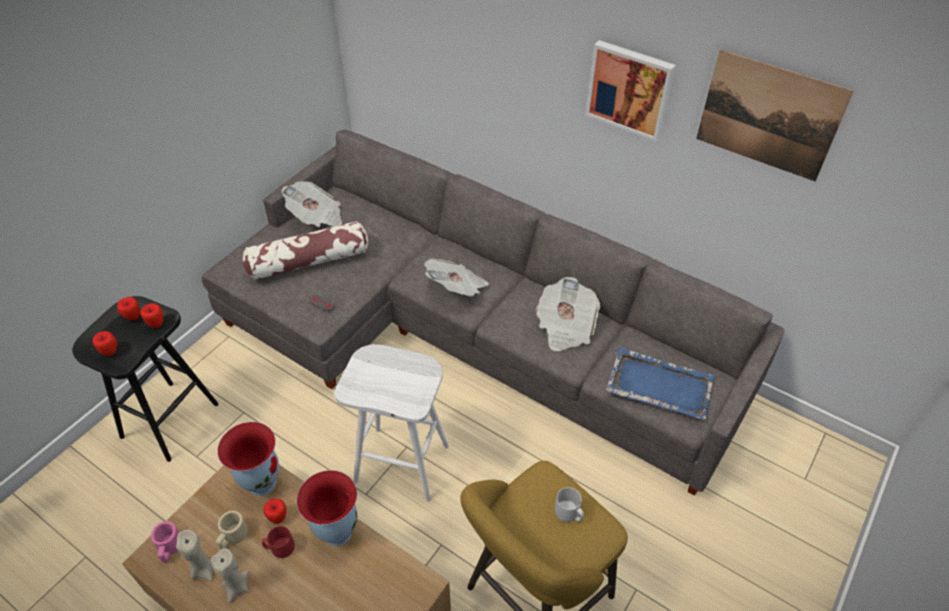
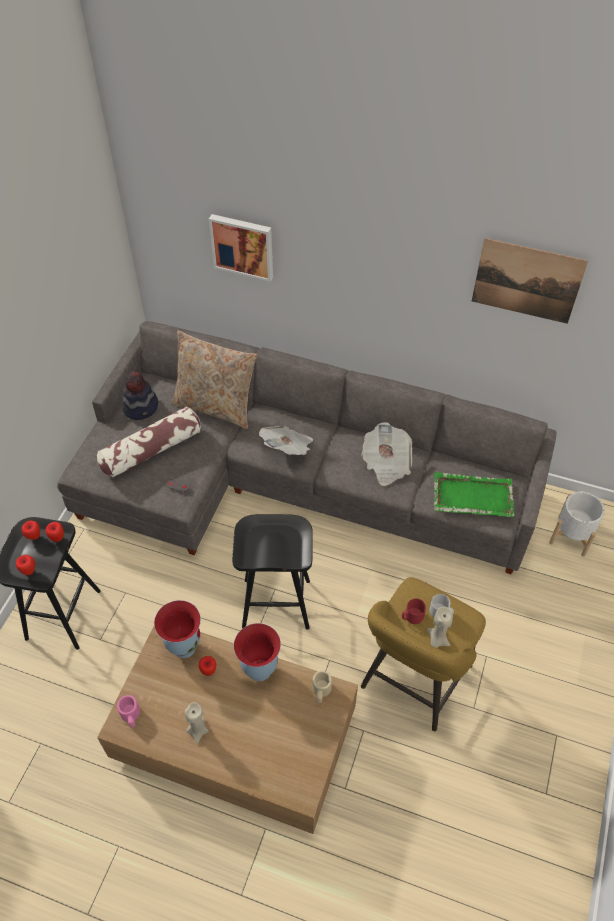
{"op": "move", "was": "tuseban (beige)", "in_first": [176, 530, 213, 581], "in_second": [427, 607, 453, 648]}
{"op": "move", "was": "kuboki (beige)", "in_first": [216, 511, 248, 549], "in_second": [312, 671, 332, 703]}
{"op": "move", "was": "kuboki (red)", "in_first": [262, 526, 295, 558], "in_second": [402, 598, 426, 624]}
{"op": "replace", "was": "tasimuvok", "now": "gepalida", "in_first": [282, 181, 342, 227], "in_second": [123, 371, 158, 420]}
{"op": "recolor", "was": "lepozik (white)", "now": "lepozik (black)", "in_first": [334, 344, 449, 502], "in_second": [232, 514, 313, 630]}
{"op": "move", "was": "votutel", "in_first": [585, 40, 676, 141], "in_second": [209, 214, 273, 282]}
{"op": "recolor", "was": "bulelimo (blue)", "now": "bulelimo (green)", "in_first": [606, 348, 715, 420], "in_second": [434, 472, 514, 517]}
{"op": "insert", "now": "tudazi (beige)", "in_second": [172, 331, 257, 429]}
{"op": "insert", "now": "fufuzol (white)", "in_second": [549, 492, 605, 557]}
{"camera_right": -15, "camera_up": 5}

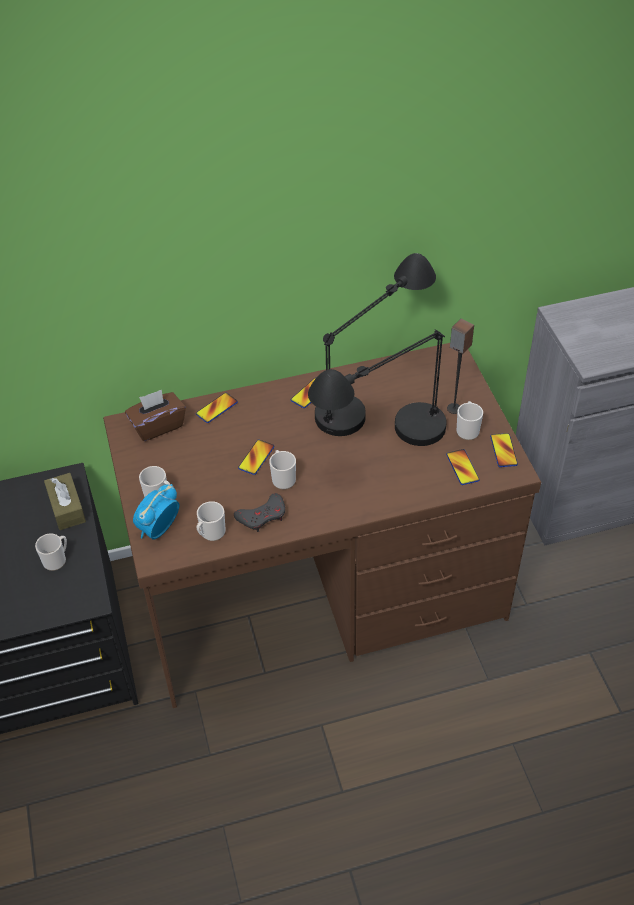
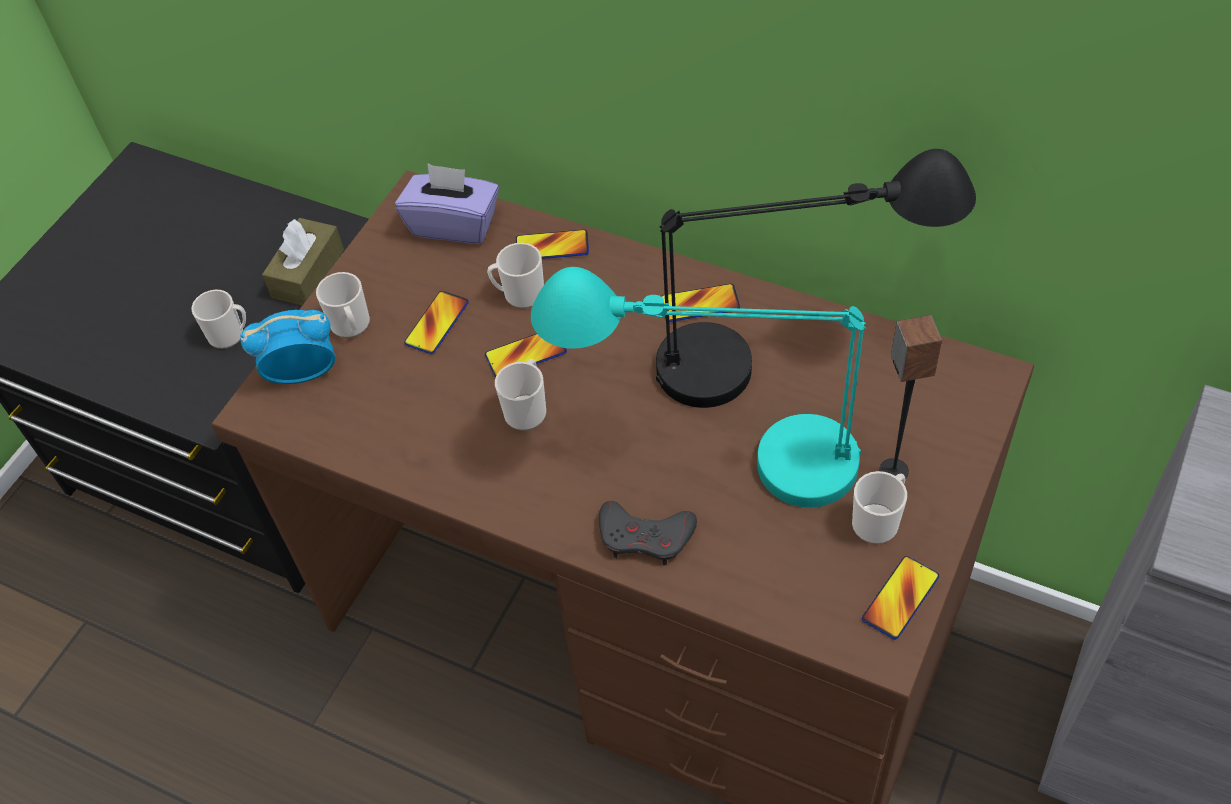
{"op": "recolor", "was": "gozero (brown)", "now": "gozero (purple)", "in_first": [125, 390, 186, 441], "in_second": [395, 163, 499, 244]}
{"op": "move", "was": "kuboki", "in_first": [196, 501, 226, 541], "in_second": [487, 243, 544, 309]}
{"op": "move", "was": "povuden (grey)", "in_first": [234, 493, 285, 532], "in_second": [599, 501, 697, 565]}
{"op": "recolor", "was": "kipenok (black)", "now": "kipenok (turquoise)", "in_first": [308, 329, 447, 446], "in_second": [531, 267, 866, 507]}
{"op": "move", "was": "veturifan", "in_first": [446, 449, 480, 485], "in_second": [404, 291, 469, 354]}
{"camera_right": 45, "camera_up": 5}

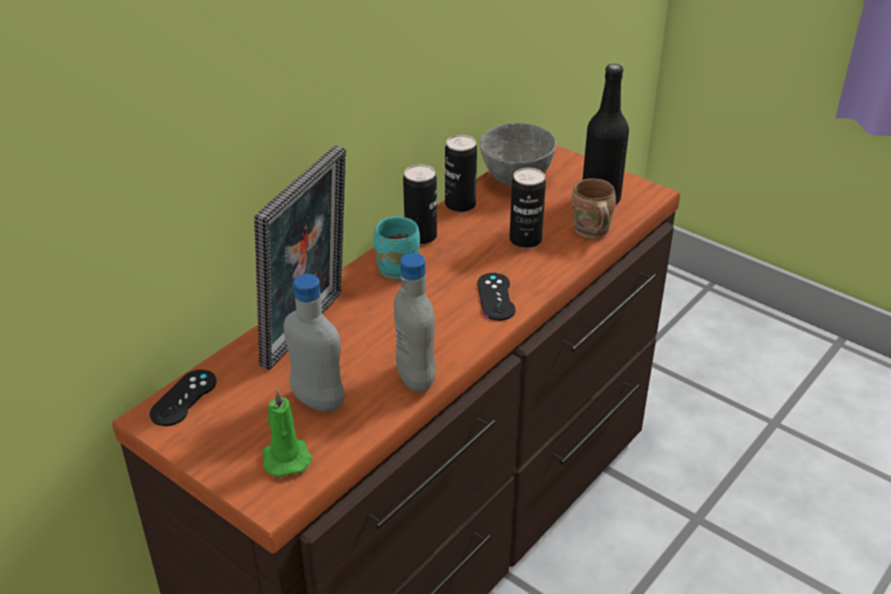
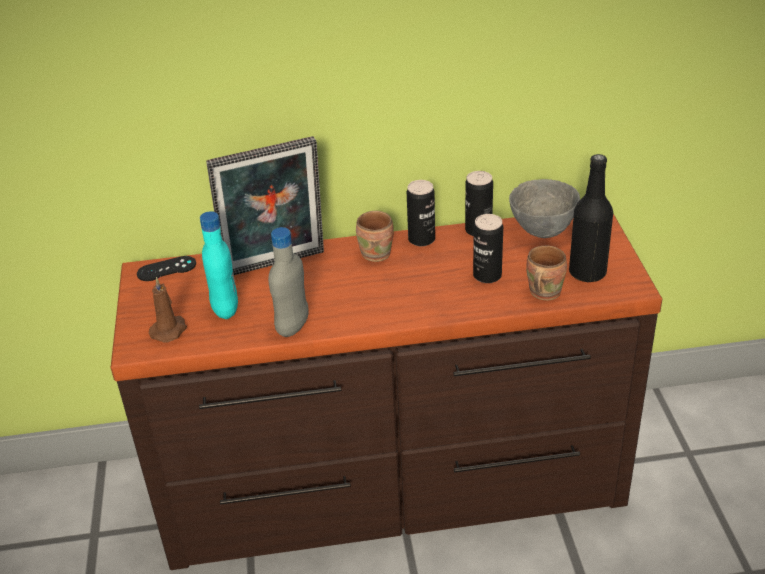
{"op": "recolor", "was": "tuseban (green)", "now": "tuseban (brown)", "in_first": [262, 389, 312, 477], "in_second": [149, 277, 187, 343]}
{"op": "recolor", "was": "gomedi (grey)", "now": "gomedi (turquoise)", "in_first": [284, 274, 344, 412], "in_second": [200, 211, 238, 319]}
{"op": "recolor", "was": "kuboki (turquoise)", "now": "kuboki (brown)", "in_first": [373, 216, 420, 279], "in_second": [356, 211, 394, 262]}
{"op": "delete", "was": "povuden (black)", "in_first": [477, 273, 516, 321]}
{"camera_right": 45, "camera_up": 0}

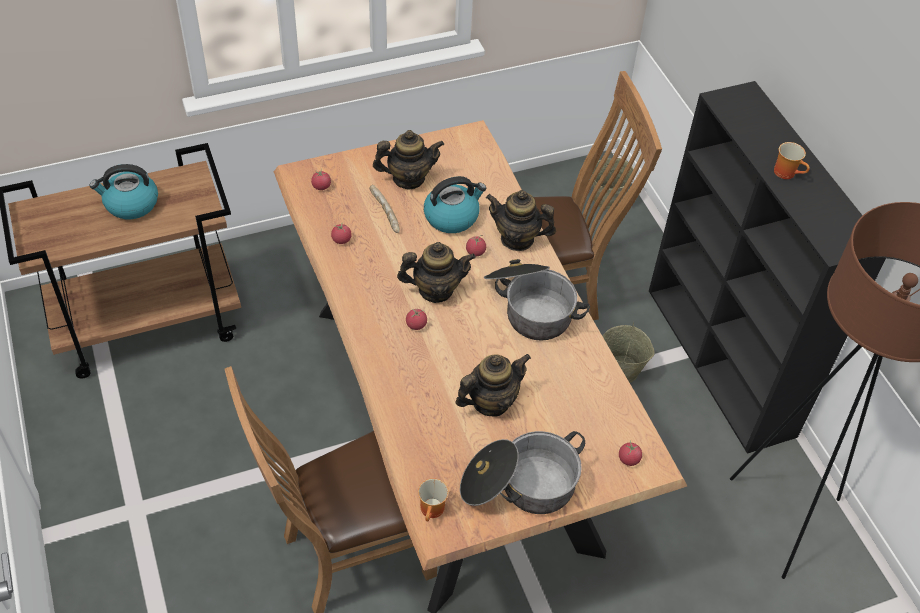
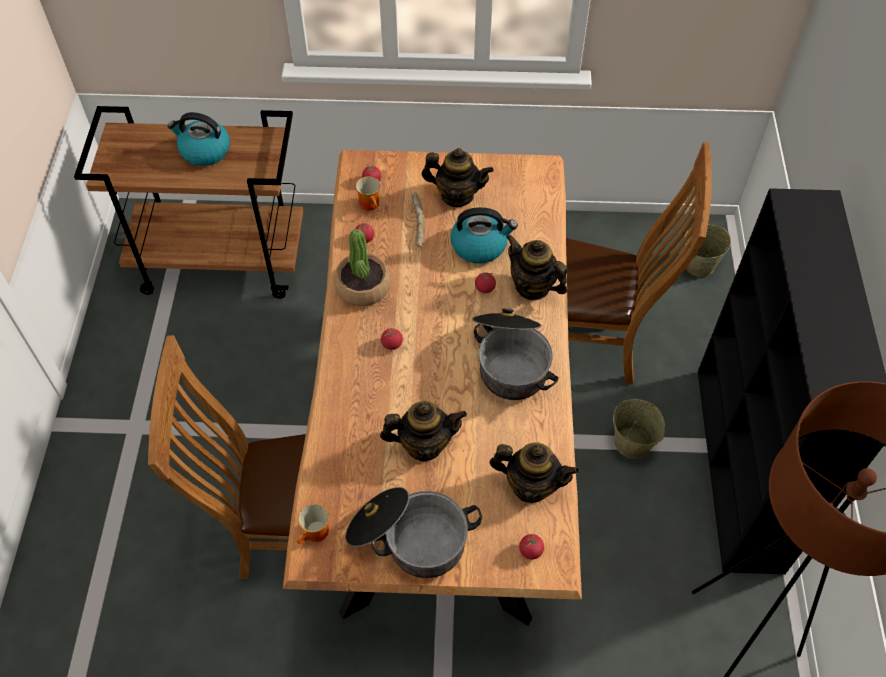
{"op": "move", "was": "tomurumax", "in_first": [397, 242, 476, 303], "in_second": [489, 442, 579, 503]}
{"op": "move", "was": "kuboki", "in_first": [774, 142, 810, 179], "in_second": [355, 176, 380, 211]}
{"op": "insert", "now": "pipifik", "in_second": [334, 229, 391, 306]}
{"camera_right": 25, "camera_up": 5}

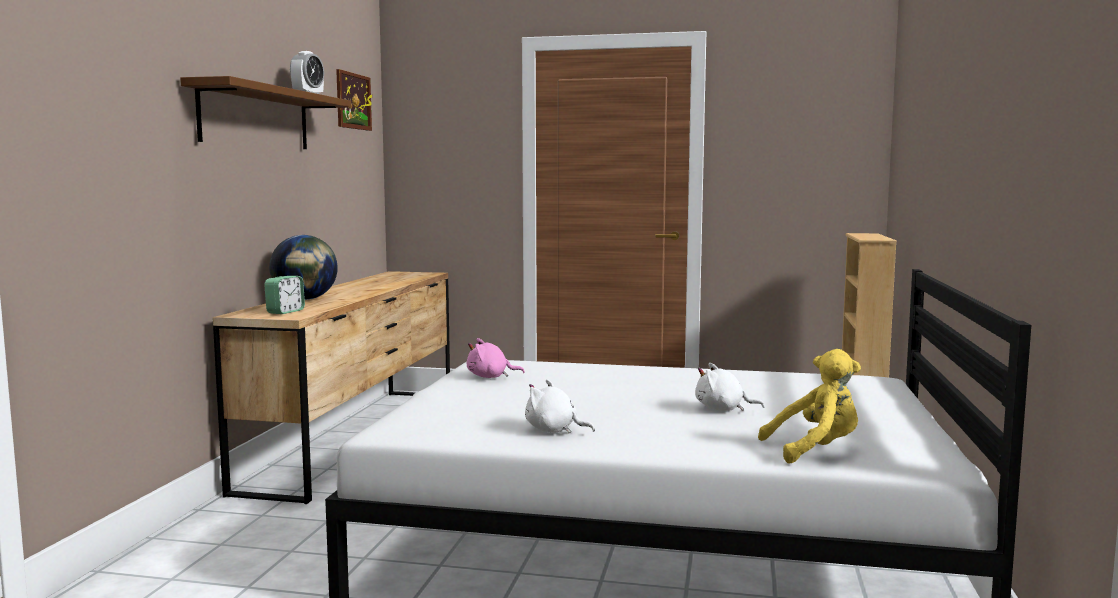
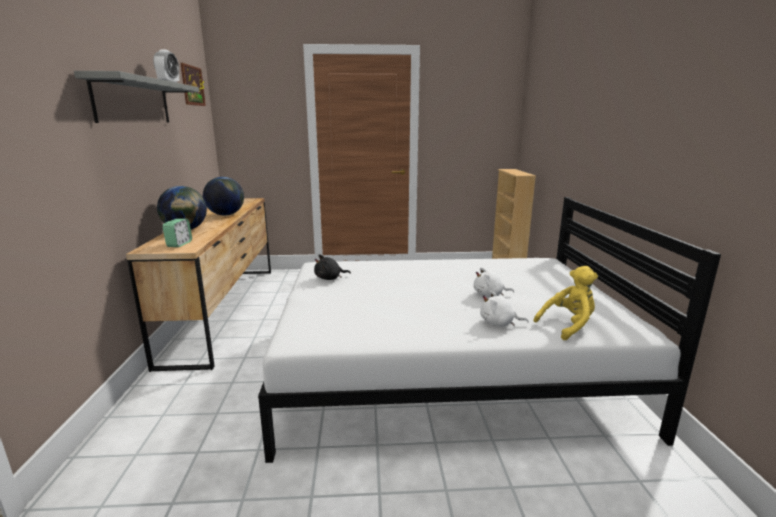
{"op": "recolor", "was": "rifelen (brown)", "now": "rifelen (grey)", "in_first": [180, 76, 351, 149], "in_second": [74, 71, 199, 123]}
{"op": "recolor", "was": "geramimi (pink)", "now": "geramimi (black)", "in_first": [467, 338, 525, 378], "in_second": [314, 254, 351, 280]}
{"op": "move", "was": "geramimi (white)", "in_first": [525, 379, 595, 434], "in_second": [480, 290, 529, 327]}
{"op": "insert", "now": "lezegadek", "in_second": [203, 177, 244, 215]}
{"camera_right": -15, "camera_up": 10}

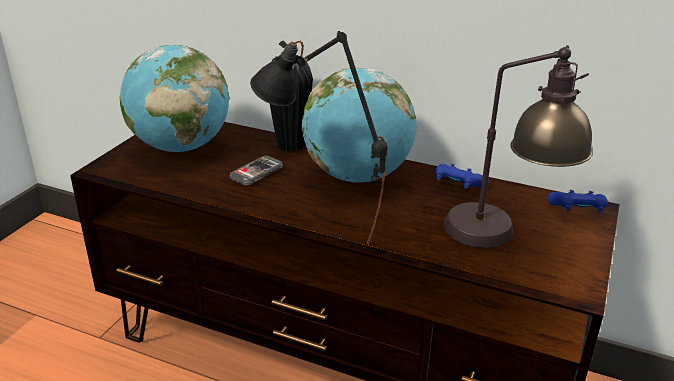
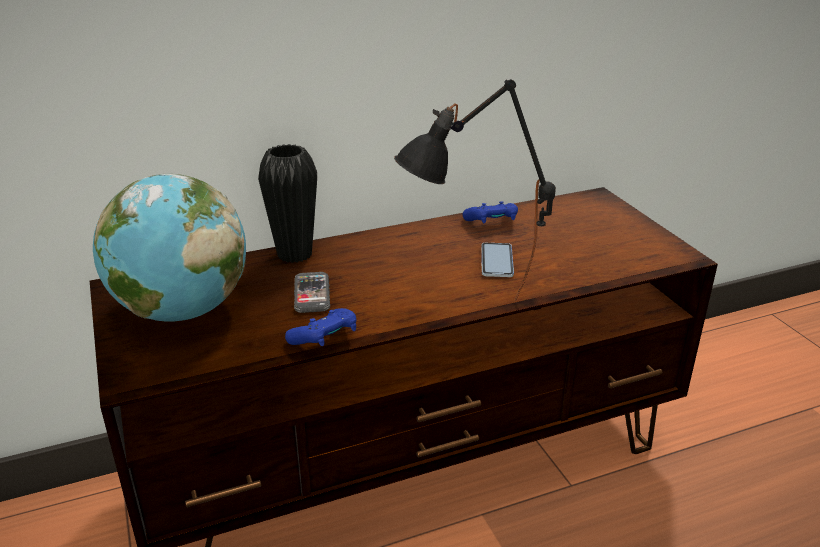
{"op": "delete", "was": "lezegadek", "in_first": [302, 68, 416, 182]}
{"op": "delete", "was": "kipenok", "in_first": [444, 45, 593, 248]}
{"op": "move", "was": "povuden (blue)", "in_first": [548, 190, 608, 213], "in_second": [285, 308, 356, 346]}
{"op": "insert", "now": "veturifan", "in_second": [481, 243, 514, 277]}
{"camera_right": -45, "camera_up": 0}

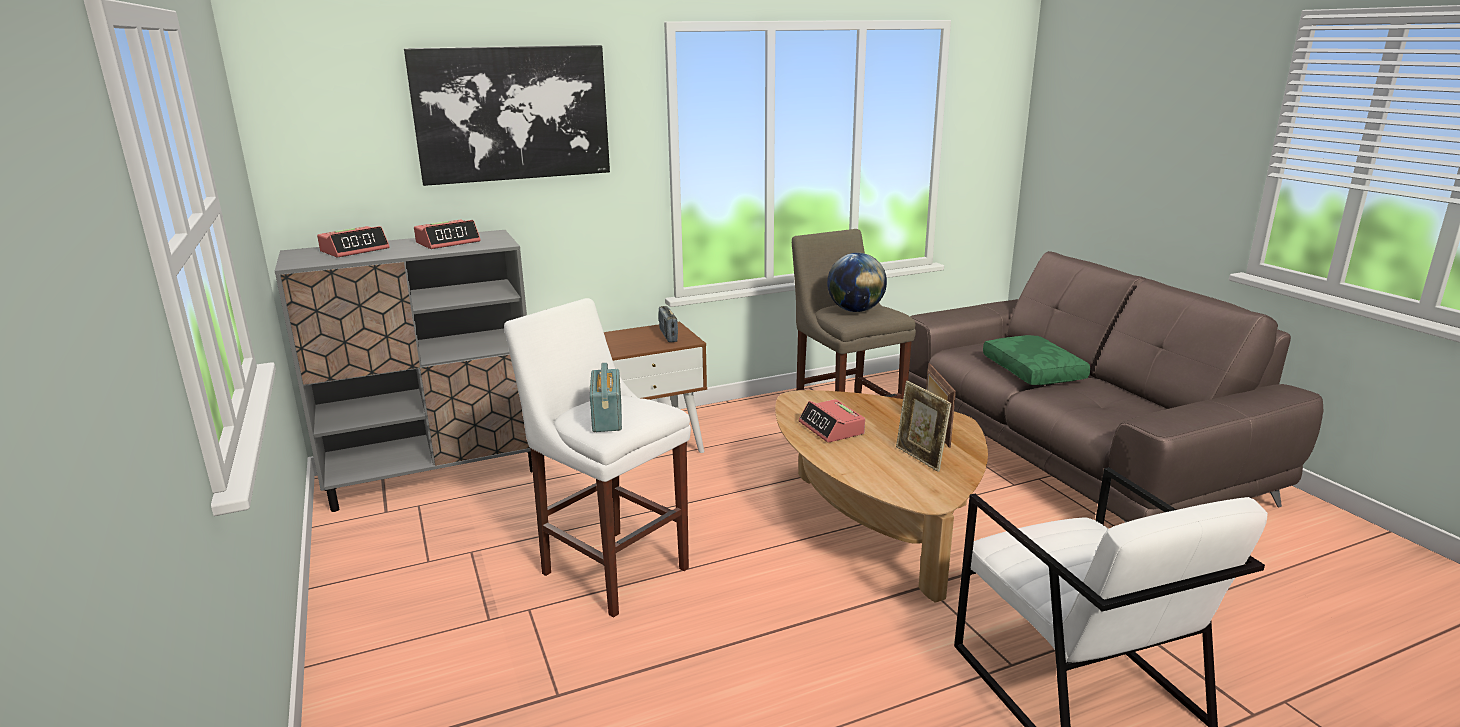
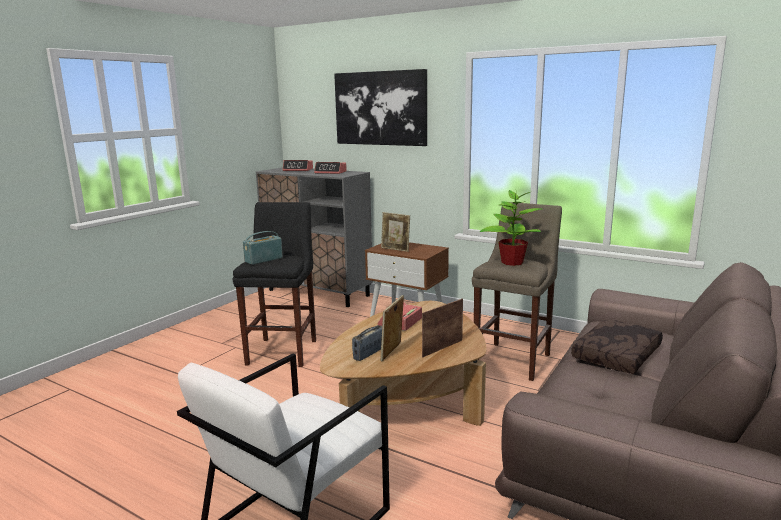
{"op": "recolor", "was": "lepozik (white)", "now": "lepozik (black)", "in_first": [504, 298, 691, 618], "in_second": [233, 202, 316, 367]}
{"op": "move", "was": "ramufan", "in_first": [659, 306, 678, 342], "in_second": [352, 325, 382, 361]}
{"op": "replace", "was": "lezegadek", "now": "pipifik", "in_first": [827, 253, 887, 312], "in_second": [480, 190, 542, 266]}
{"op": "recolor", "was": "tudazi (green)", "now": "tudazi (brown)", "in_first": [983, 335, 1090, 385], "in_second": [571, 319, 663, 374]}
{"op": "insert", "now": "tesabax", "in_second": [381, 212, 410, 252]}
{"camera_right": 55, "camera_up": -5}

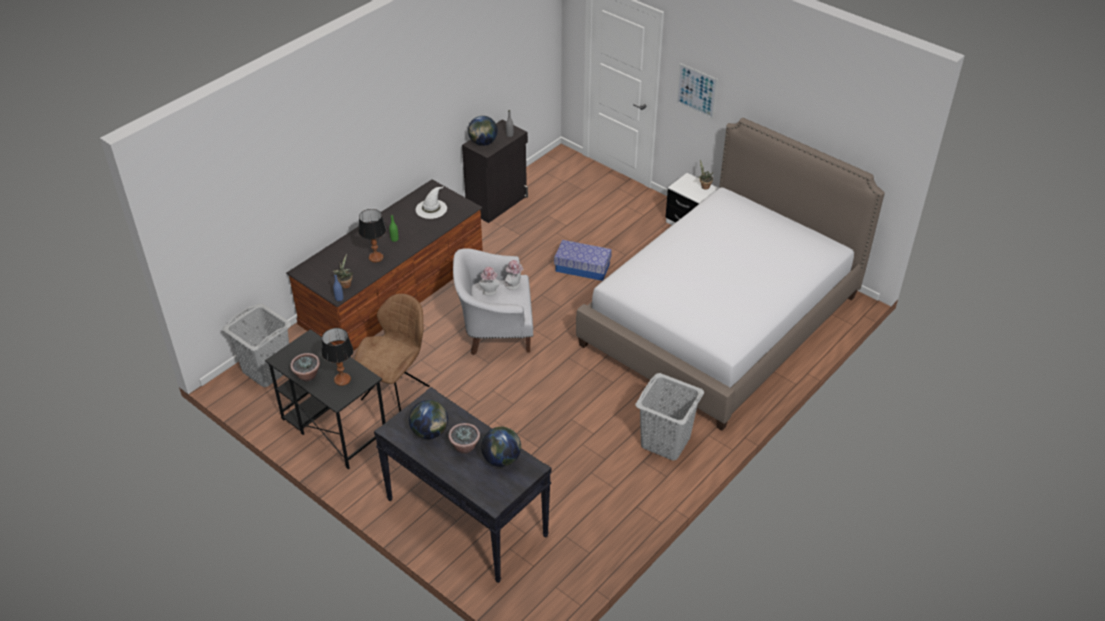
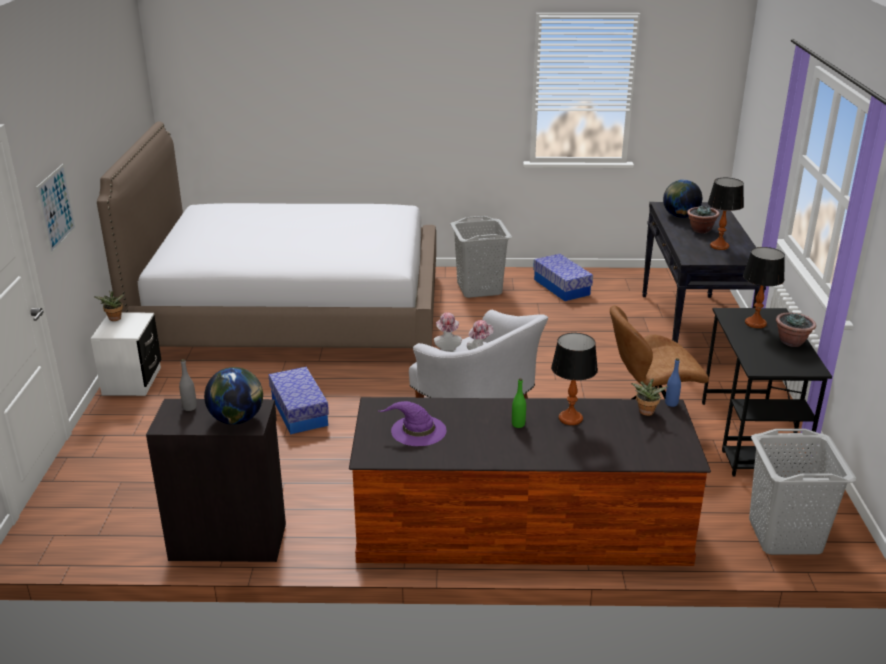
{"op": "replace", "was": "lezegadek", "now": "kipenok", "in_first": [409, 400, 448, 439], "in_second": [708, 178, 744, 250]}
{"op": "recolor", "was": "gepalida (white)", "now": "gepalida (purple)", "in_first": [416, 186, 447, 219], "in_second": [379, 401, 446, 446]}
{"op": "insert", "now": "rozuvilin", "in_second": [533, 254, 593, 301]}
{"camera_right": -130, "camera_up": -15}

